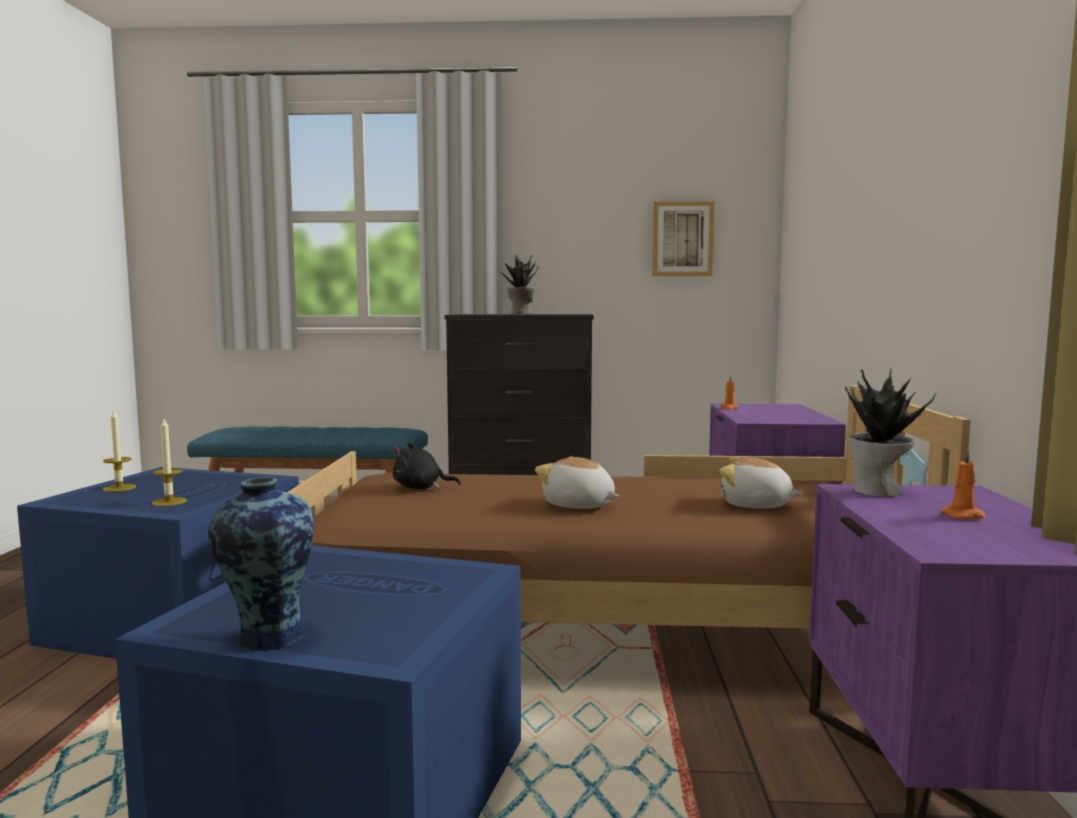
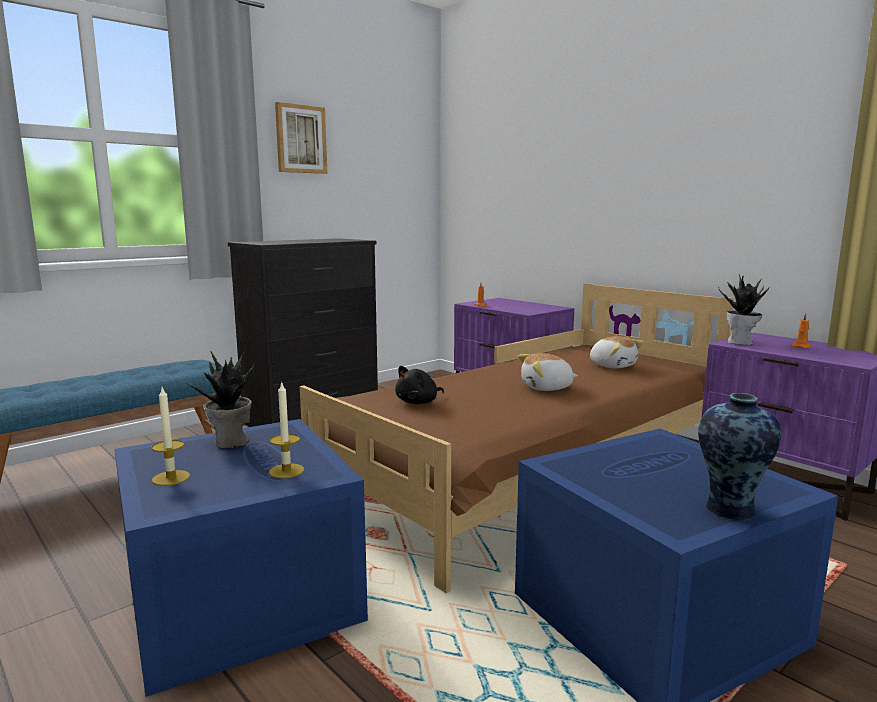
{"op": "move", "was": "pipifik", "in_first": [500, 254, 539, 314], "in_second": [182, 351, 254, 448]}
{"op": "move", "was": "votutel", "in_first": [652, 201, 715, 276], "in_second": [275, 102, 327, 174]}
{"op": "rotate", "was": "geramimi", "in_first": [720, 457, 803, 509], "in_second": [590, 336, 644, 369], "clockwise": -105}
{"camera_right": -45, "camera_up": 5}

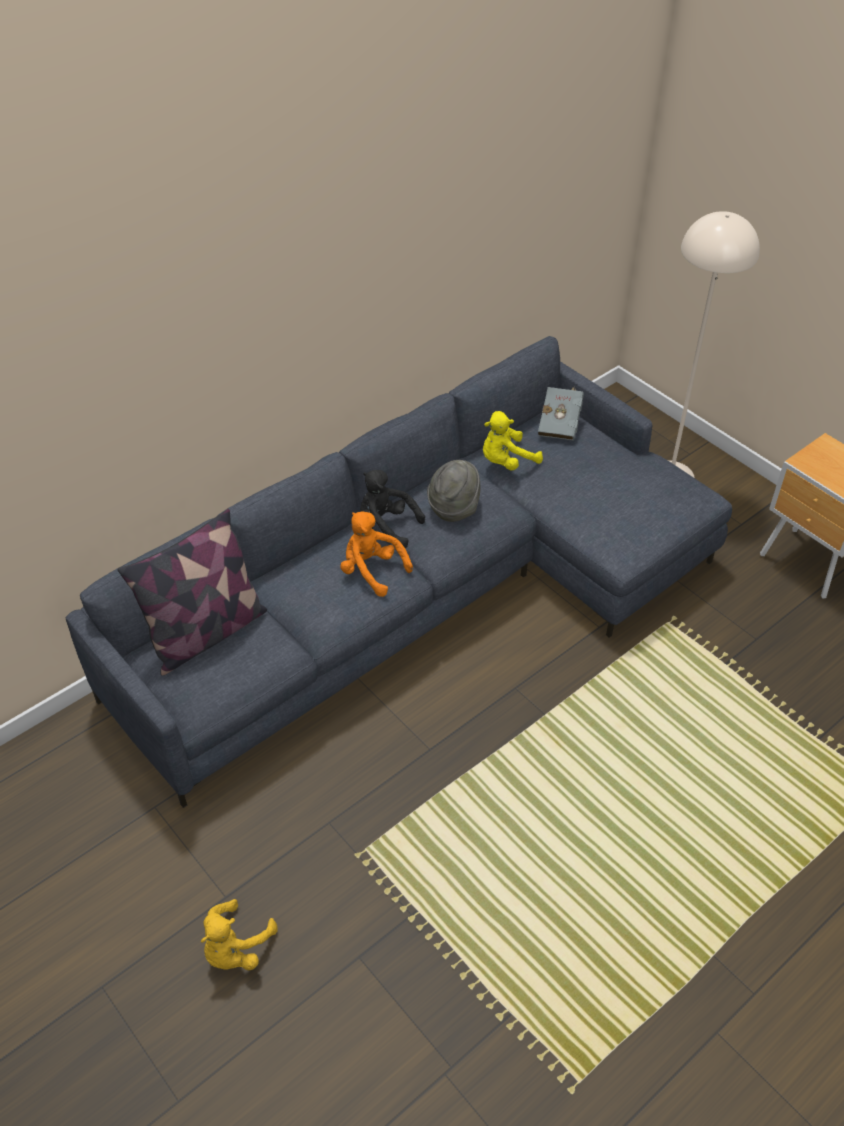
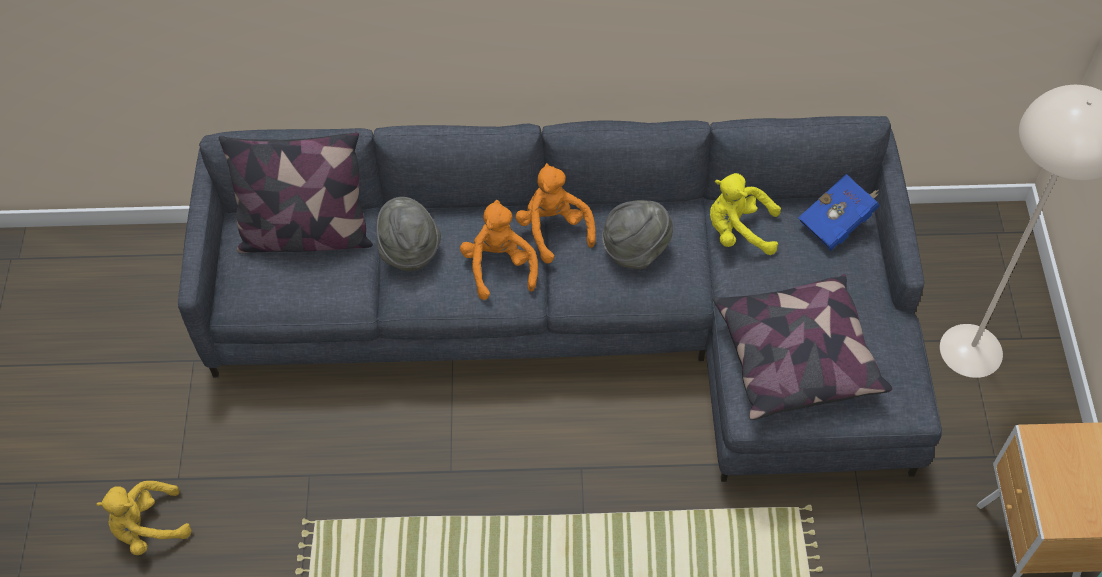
{"op": "recolor", "was": "geramimi (black)", "now": "geramimi (orange)", "in_first": [360, 470, 425, 548], "in_second": [515, 163, 596, 264]}
{"op": "recolor", "was": "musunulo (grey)", "now": "musunulo (blue)", "in_first": [538, 387, 584, 441], "in_second": [798, 174, 879, 251]}
{"op": "insert", "now": "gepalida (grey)", "in_second": [376, 197, 441, 271]}
{"op": "insert", "now": "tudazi", "in_second": [713, 274, 892, 420]}
{"camera_right": 40, "camera_up": 10}

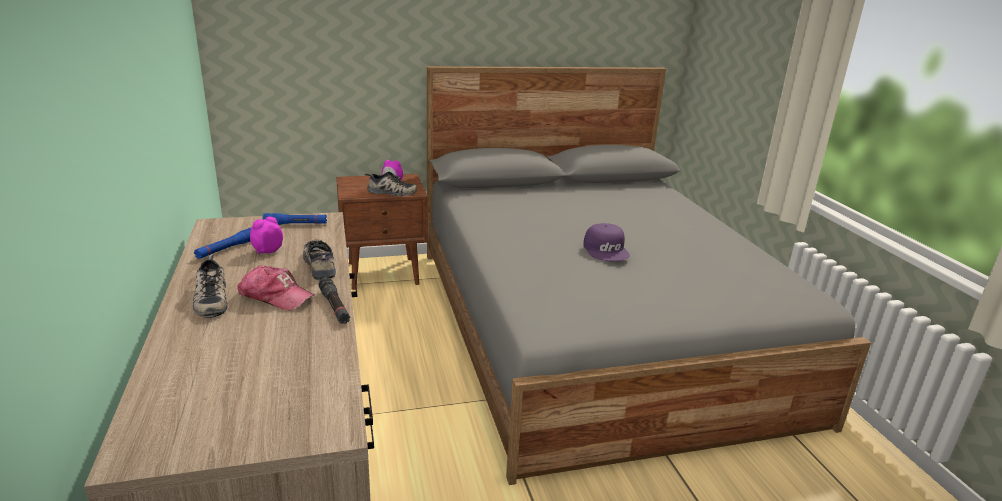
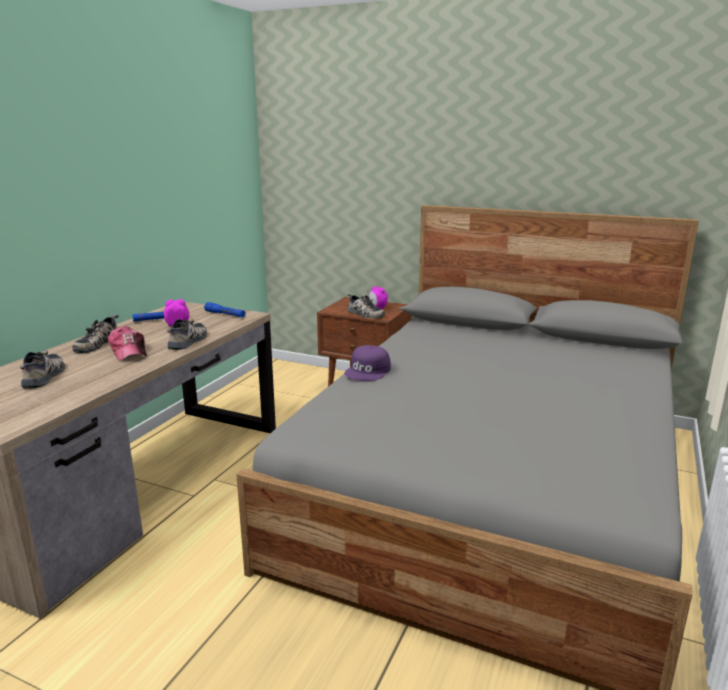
{"op": "delete", "was": "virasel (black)", "in_first": [319, 277, 350, 324]}
{"op": "move", "was": "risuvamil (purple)", "in_first": [583, 223, 630, 261], "in_second": [344, 345, 391, 381]}
{"op": "insert", "now": "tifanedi", "in_second": [20, 350, 65, 389]}
{"camera_right": 40, "camera_up": -5}

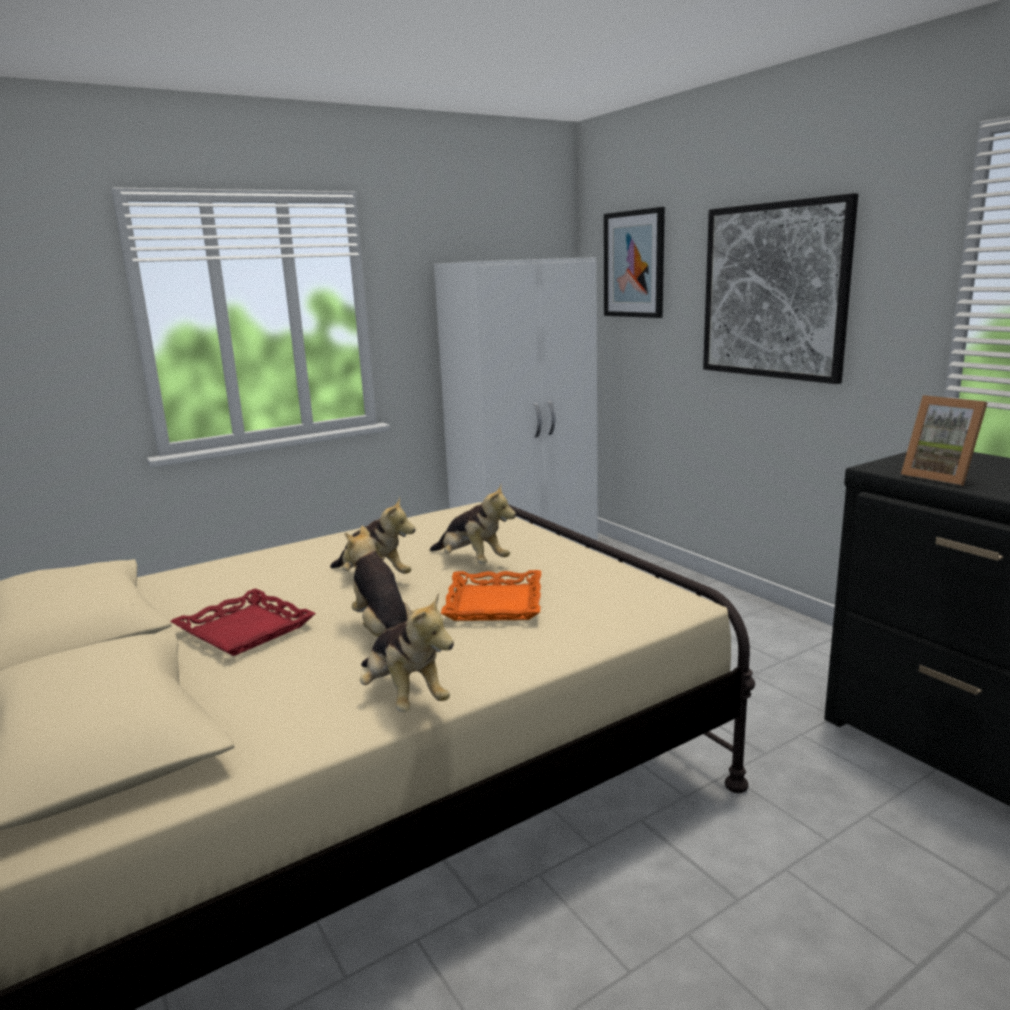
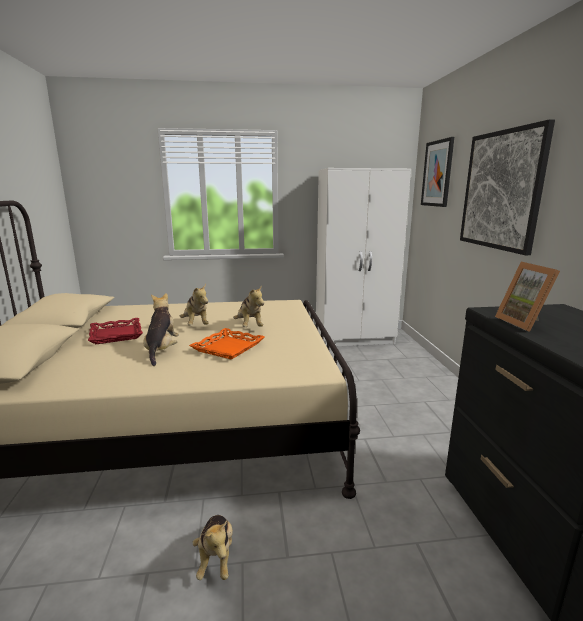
{"op": "move", "was": "geramimi", "in_first": [360, 593, 454, 712], "in_second": [193, 515, 233, 580]}
{"camera_right": 25, "camera_up": 0}

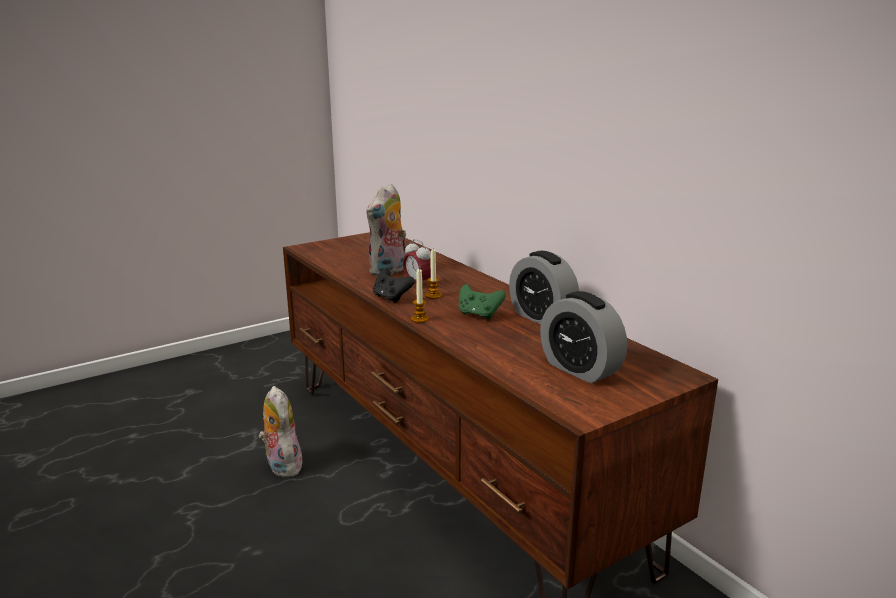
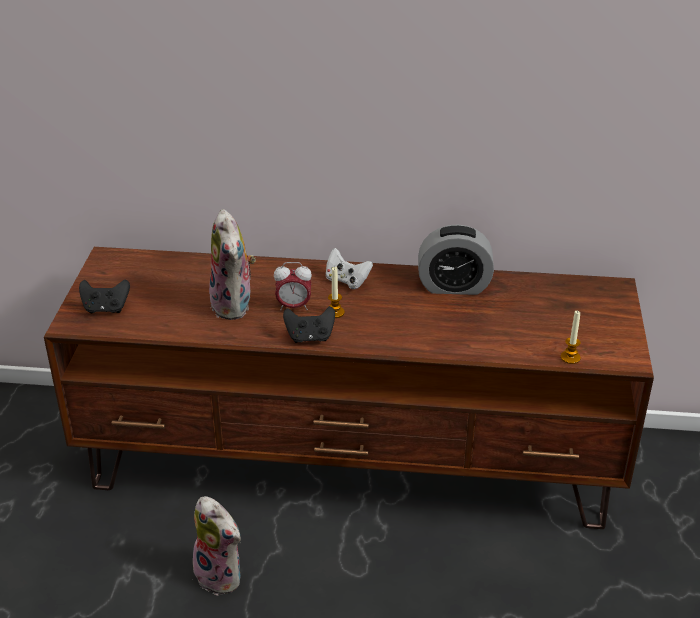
{"op": "rotate", "was": "geramimi", "in_first": [258, 386, 303, 477], "in_second": [192, 496, 242, 596], "clockwise": -150}
{"op": "move", "was": "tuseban", "in_first": [411, 269, 429, 323], "in_second": [561, 311, 581, 364]}
{"op": "delete", "was": "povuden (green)", "in_first": [459, 284, 506, 320]}
{"op": "delete", "was": "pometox", "in_first": [540, 291, 627, 383]}
{"op": "insert", "now": "povuden (black)", "in_second": [79, 279, 130, 313]}
{"op": "insert", "now": "povuden (white)", "in_second": [326, 248, 373, 289]}
{"camera_right": -50, "camera_up": 15}

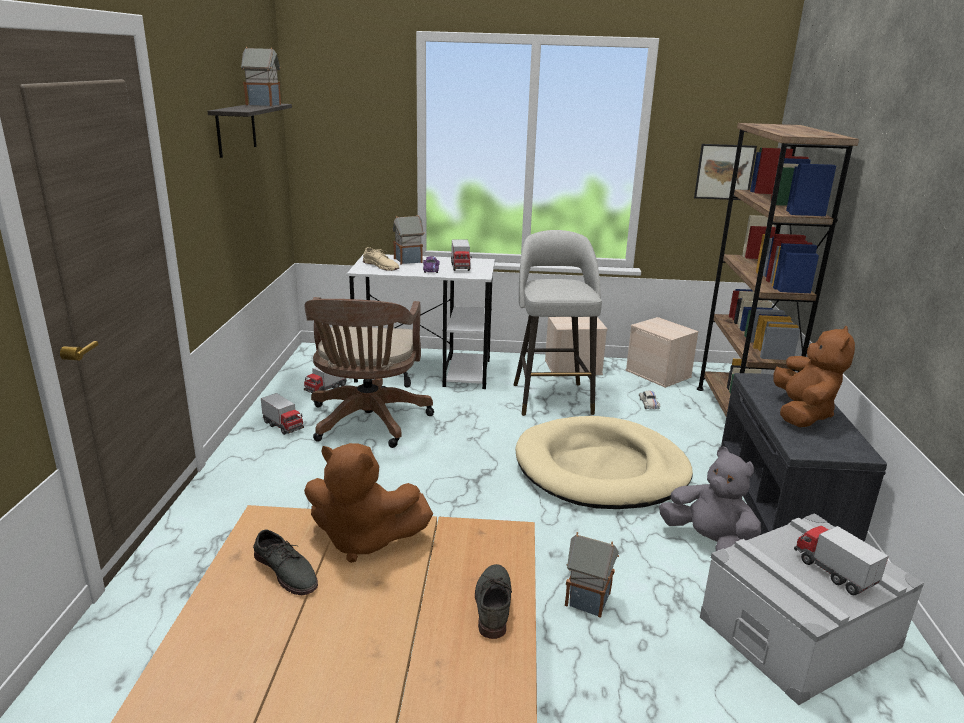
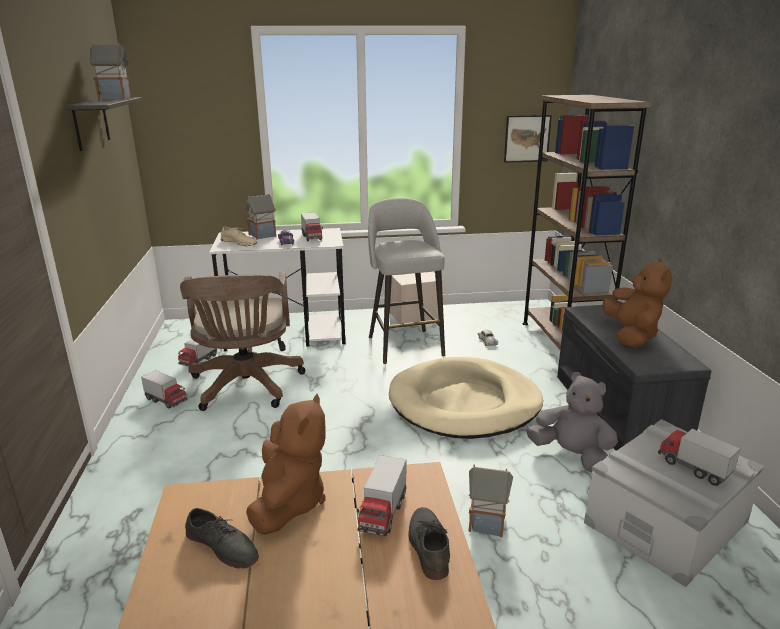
{"op": "rotate", "was": "geramimi (brown)", "in_first": [304, 443, 433, 563], "in_second": [246, 394, 326, 535], "clockwise": -90}
{"op": "delete", "was": "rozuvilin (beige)", "in_first": [625, 317, 699, 388]}
{"op": "insert", "now": "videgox", "in_second": [357, 455, 407, 536]}
{"camera_right": -10, "camera_up": 0}

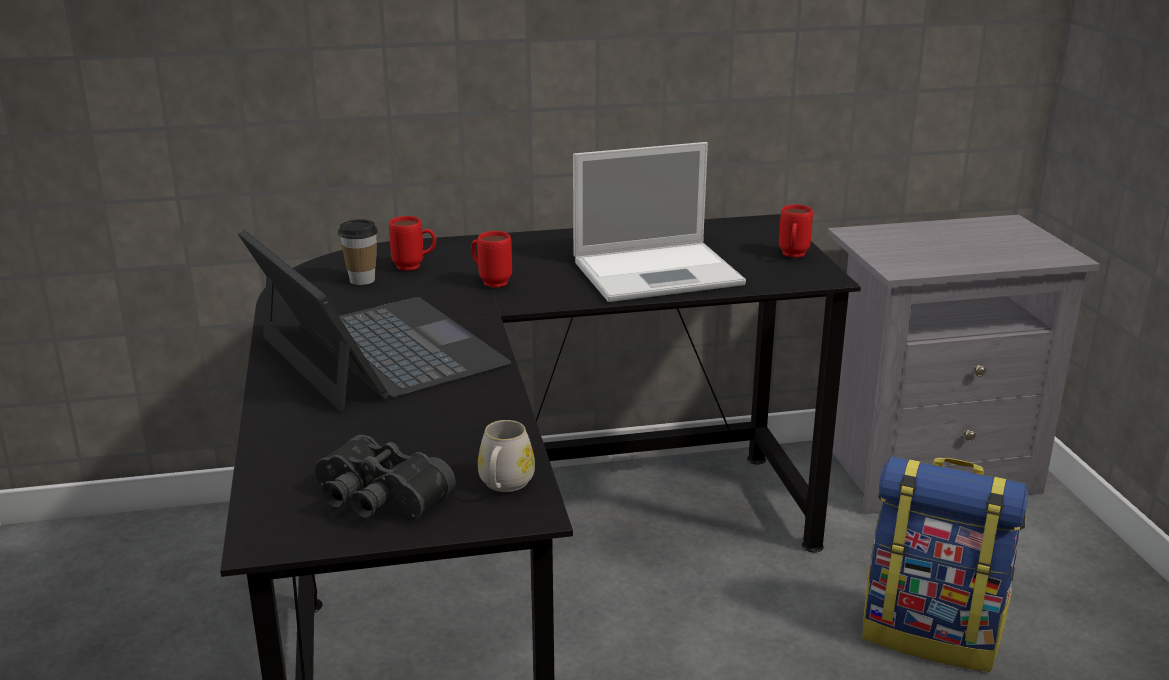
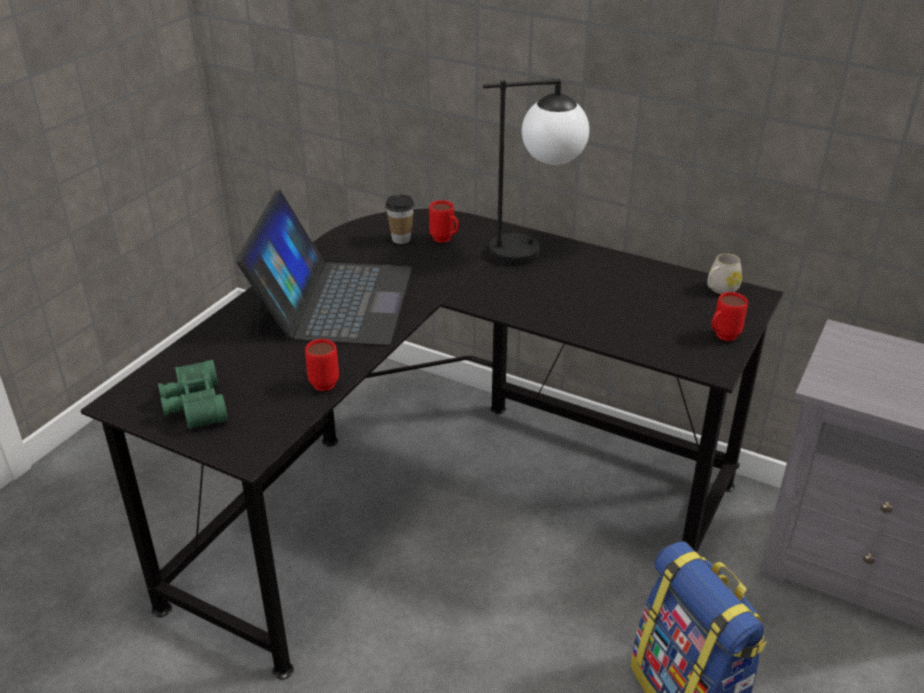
{"op": "recolor", "was": "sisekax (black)", "now": "sisekax (green)", "in_first": [315, 435, 455, 521], "in_second": [158, 360, 228, 430]}
{"op": "move", "was": "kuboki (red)", "in_first": [471, 231, 512, 288], "in_second": [305, 339, 339, 391]}
{"op": "move", "was": "kuboki (white)", "in_first": [478, 420, 535, 492], "in_second": [707, 254, 742, 294]}
{"op": "delete", "was": "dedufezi", "in_first": [573, 142, 746, 302]}
{"op": "insert", "now": "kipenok", "in_second": [483, 79, 589, 266]}
{"camera_right": 40, "camera_up": 10}

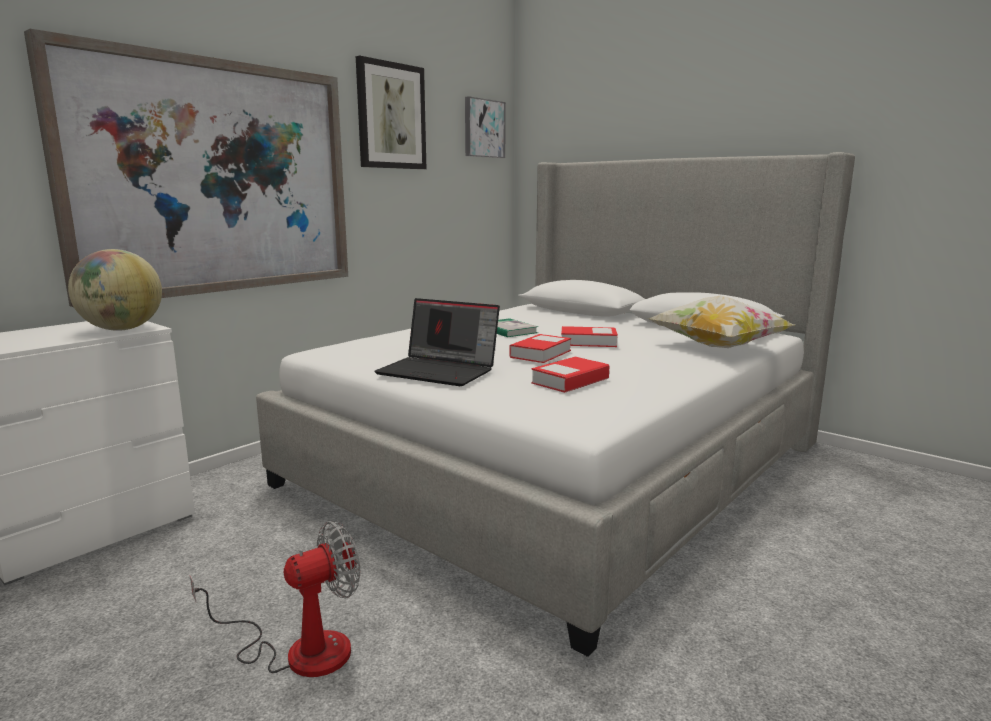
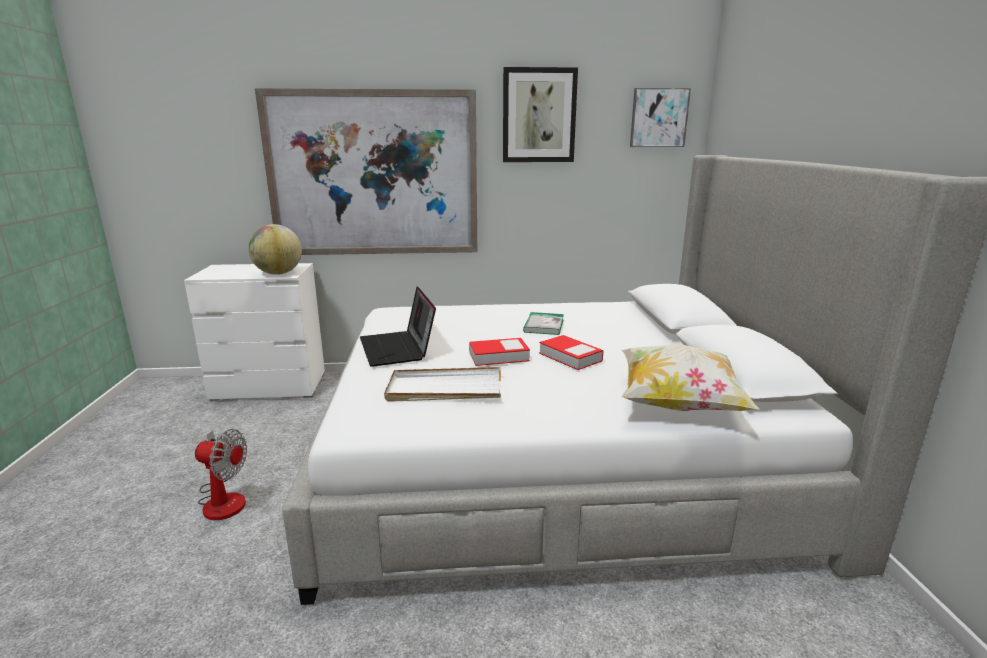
{"op": "replace", "was": "musunulo", "now": "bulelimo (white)", "in_first": [531, 357, 609, 393], "in_second": [384, 367, 501, 402]}
{"camera_right": 45, "camera_up": 5}

